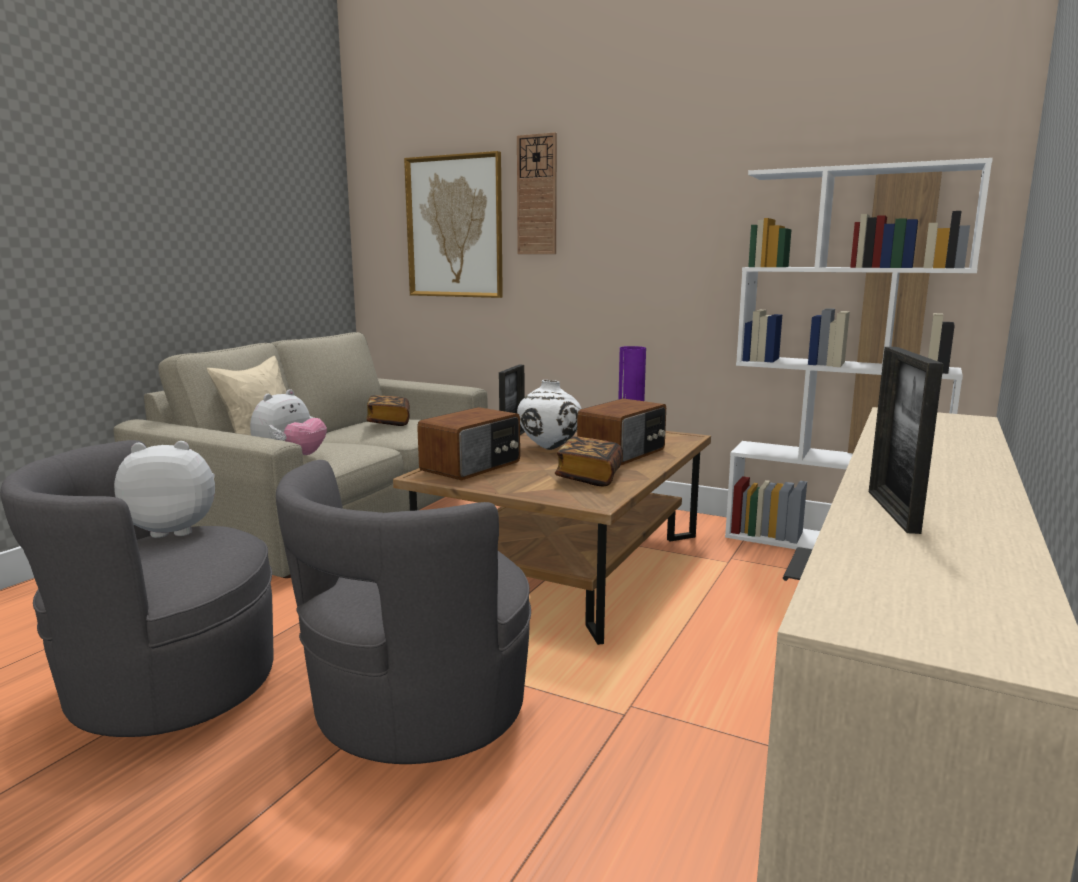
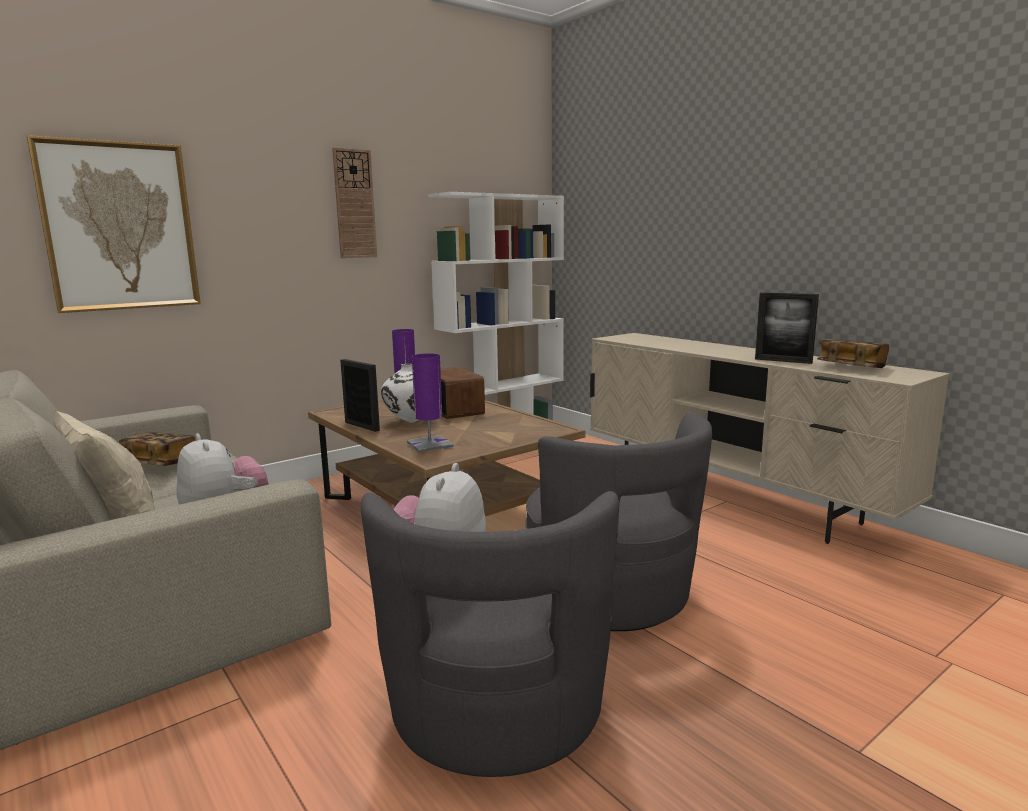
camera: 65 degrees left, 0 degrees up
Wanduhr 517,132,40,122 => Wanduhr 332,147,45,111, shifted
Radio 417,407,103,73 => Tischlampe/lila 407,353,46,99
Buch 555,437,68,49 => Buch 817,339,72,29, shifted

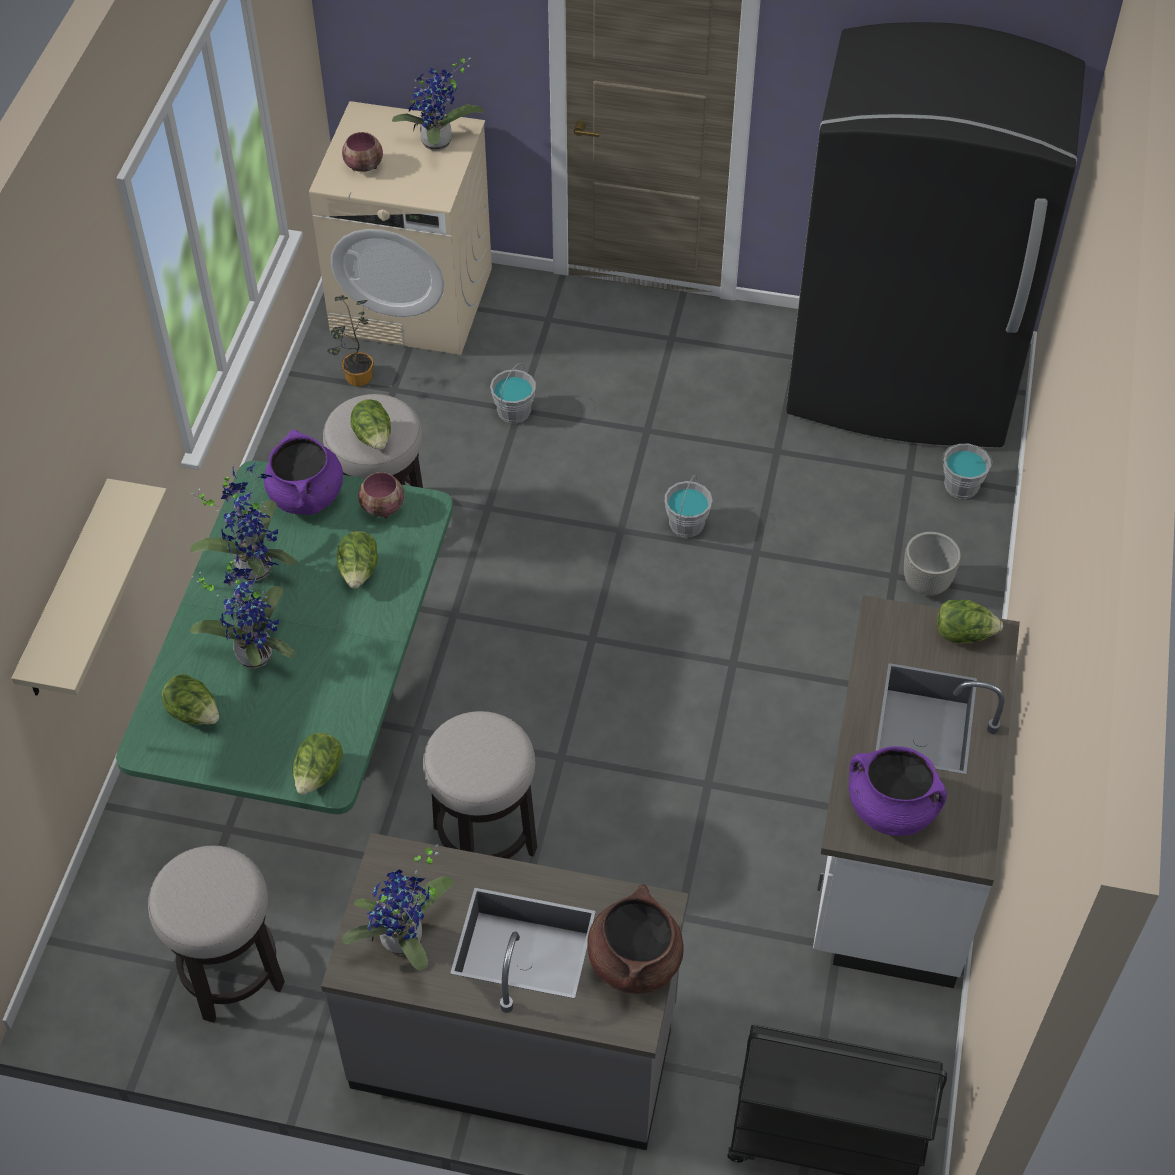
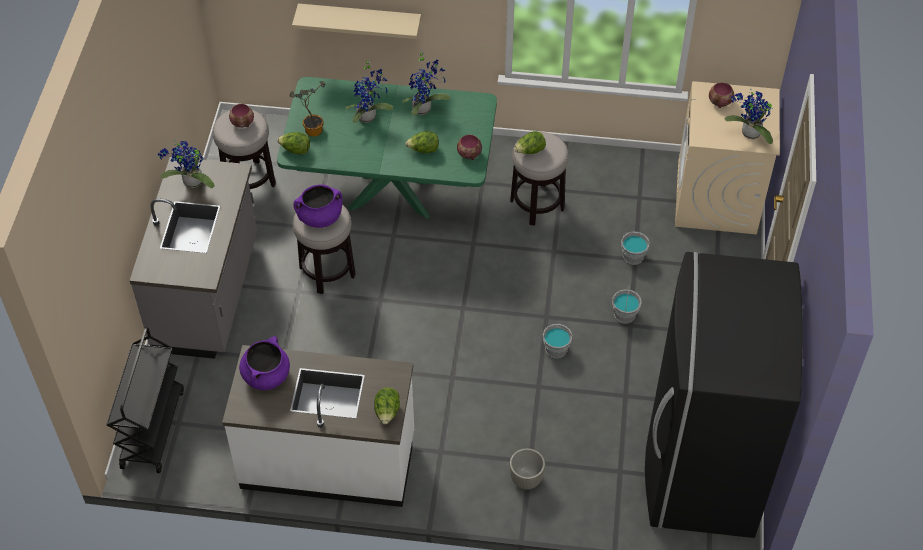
camera: 85 degrees right, 0 degrees up
Topfpflanze 327,295,47,91 => Topfpflanze 289,81,37,56, shifted
Kochtopf/lila 264,430,79,85 => Kochtopf/lila 293,185,49,43, shifted
Eimer/grau 943,444,50,55 => Eimer/grau 612,288,30,36, shifted
Salatkopf 162,674,57,51 => nothing
Kochtopf/braun 587,884,97,110 => nothing
nothing => Schüssel 229,104,25,24

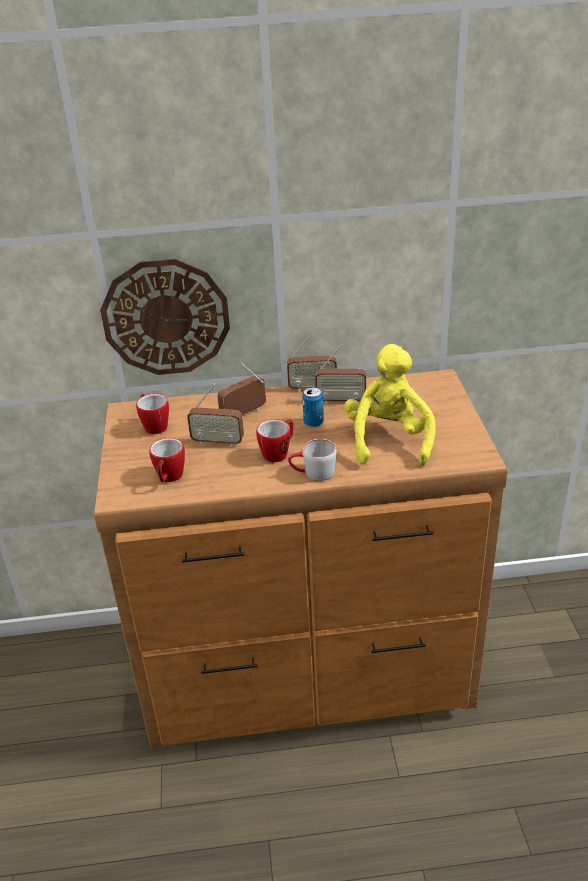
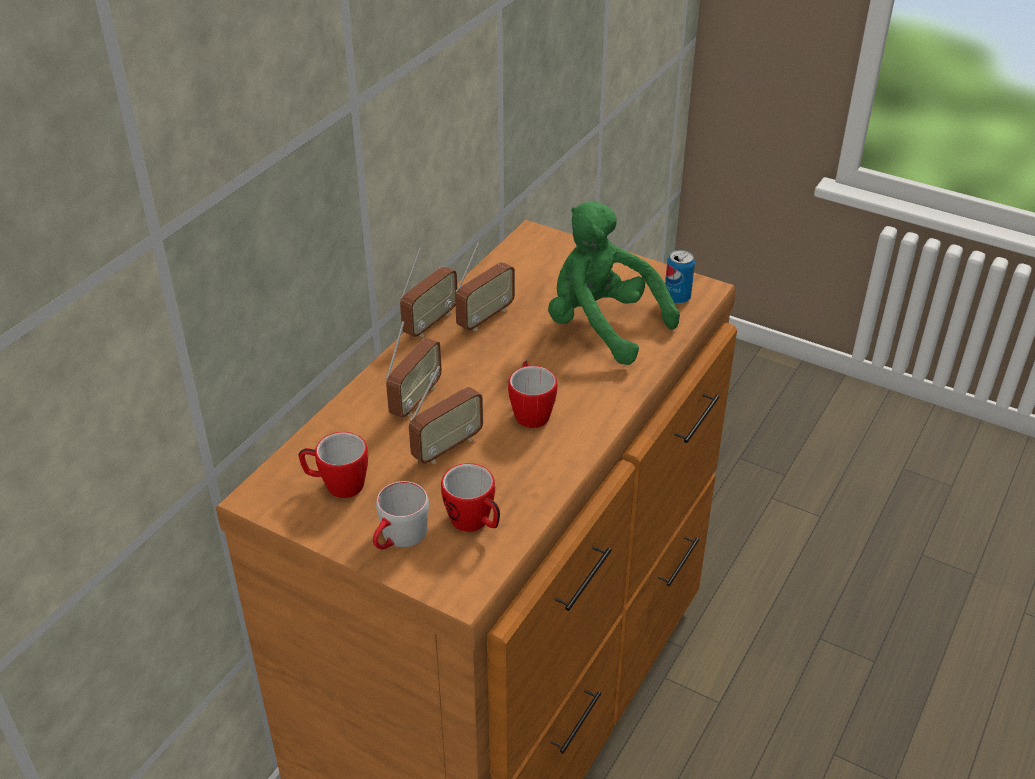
camera: 55 degrees left, 5 degrees up
Wanduhr 100,259,130,116 => nothing
Plüschtier/gelb 344,344,91,122 => Plüschtier/grün 548,202,132,163
Radio 217,363,49,52 => Radio 385,321,57,97, 150 degrees counterclockwise
Dose 302,387,22,40 => Dose 665,250,30,54, shifted
Henkelbecher/grau 288,439,49,42 => Henkelbecher/grau 373,481,56,69, shifted

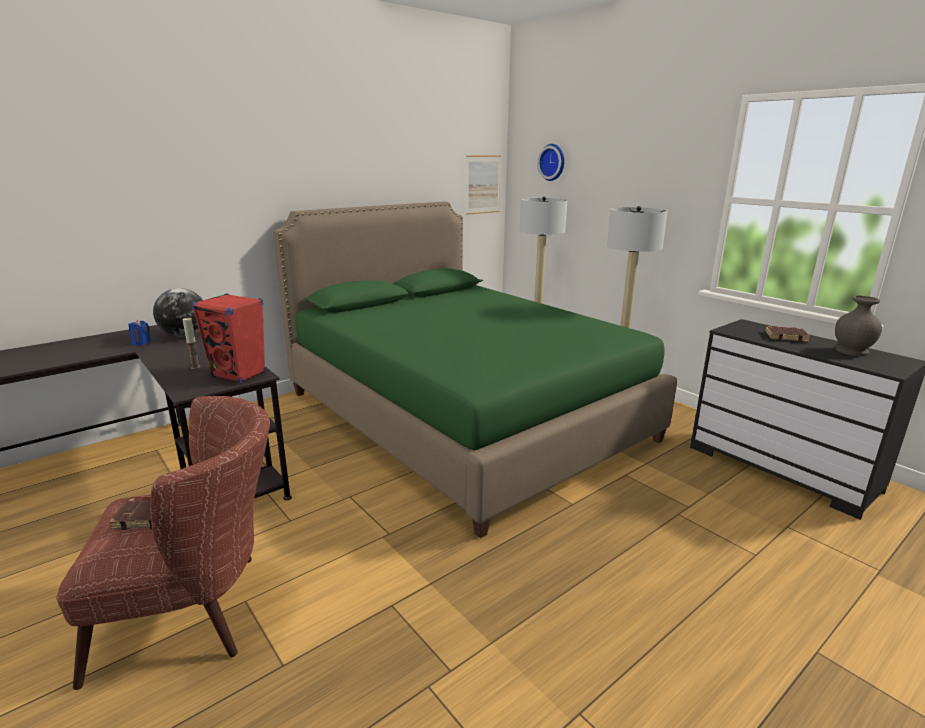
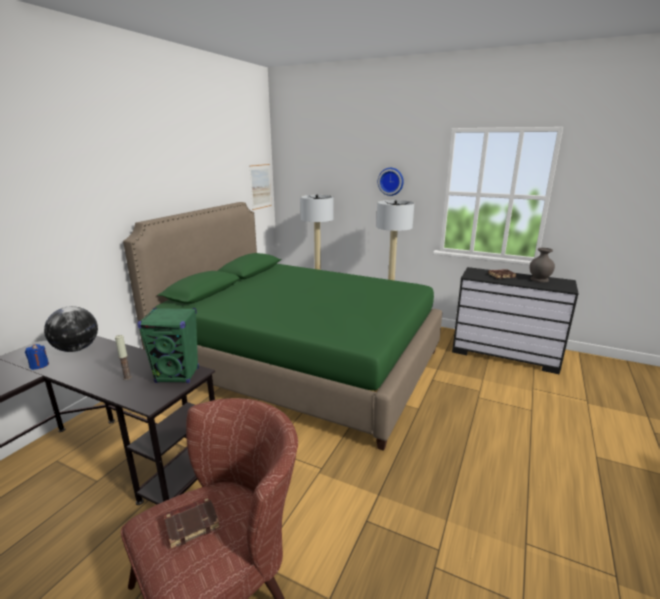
camera: 25 degrees left, 0 degrees up
Wanduhr 537,144,27,37 => Wanduhr 378,168,26,28, shifted
Lautsprecher/rot 191,293,76,90 => Lautsprecher/grün 138,308,61,75

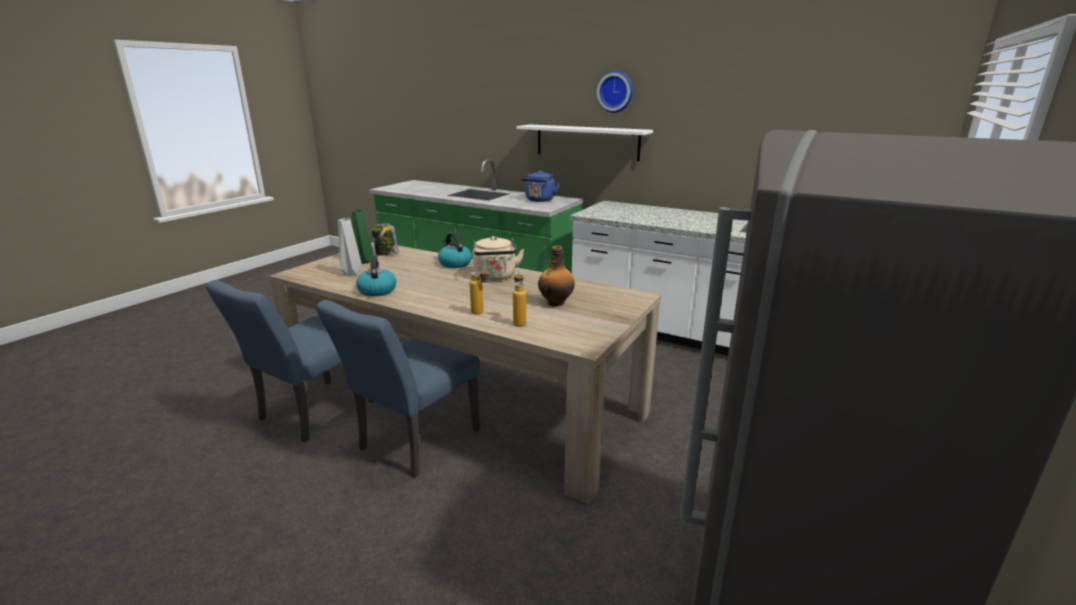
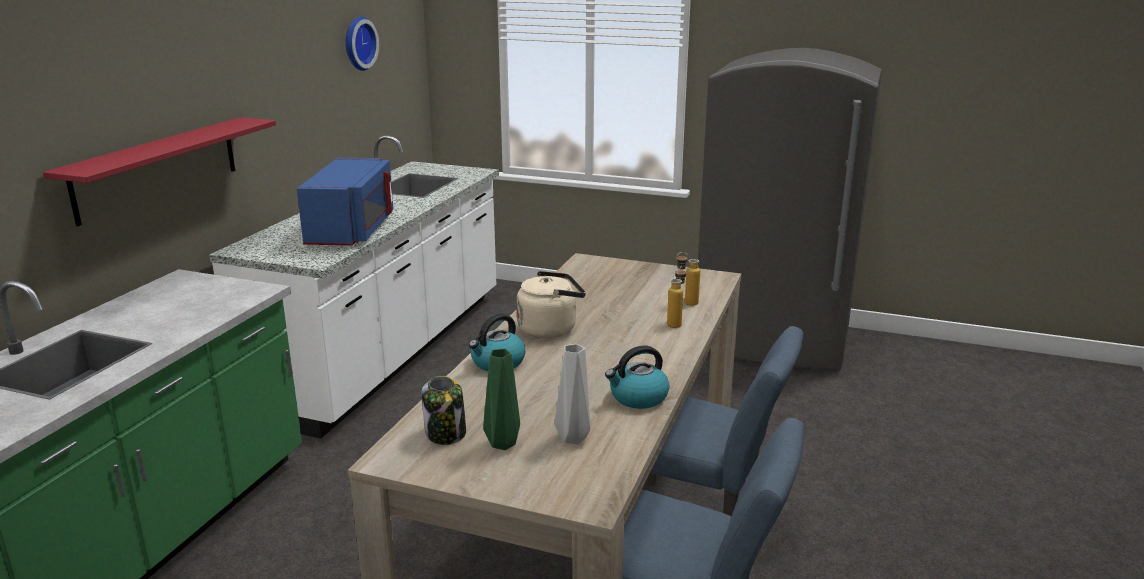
camera: 100 degrees left, 0 degrees up
Wanduhr 596,71,37,42 => Wanduhr 346,17,33,54, shifted
Wandregal/weiß 517,124,136,37 => Wandregal/rot 43,117,233,109
Wasserkessel/blau 521,171,39,31 => nothing
Flasche 538,245,37,61 => nothing
nothing => Mikrowelle/blau 297,157,97,89

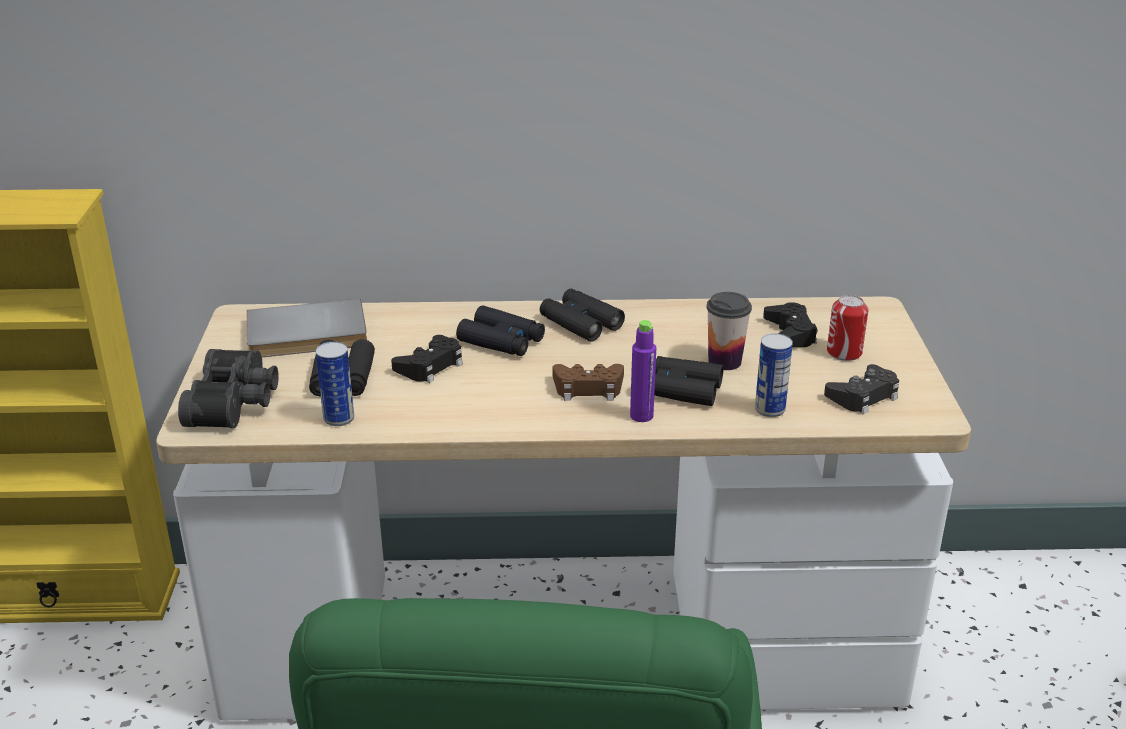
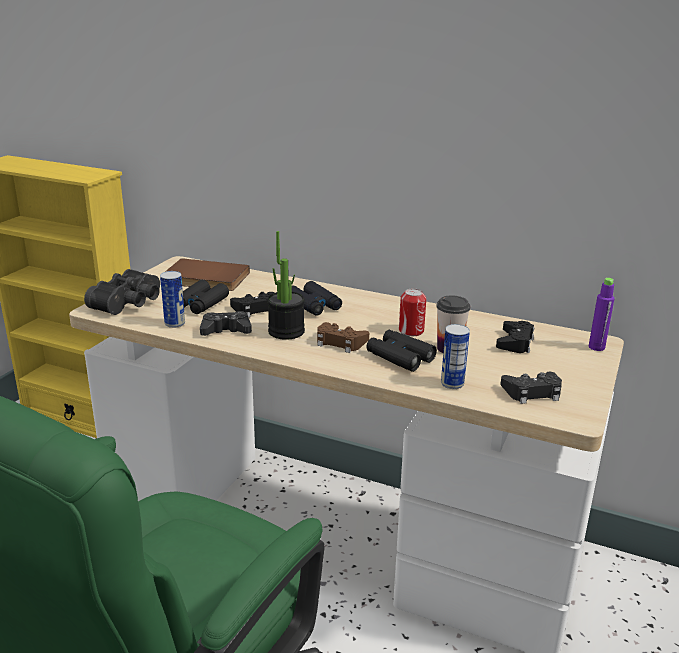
camera: 25 degrees right, 5 degrees down
Fernglas/schwarz 540,289,85,53 => nothing
Dose 827,295,41,66 => Dose 399,289,27,47, shifted
Buch/grau 247,299,120,58 => Buch/braun 165,258,85,33
Flasche/lila 630,320,26,102 => Flasche/lila 589,278,26,73, shifted
nothing => Topfpflanze 267,231,38,109
nothing => Gamepad/schwarz 200,311,52,25

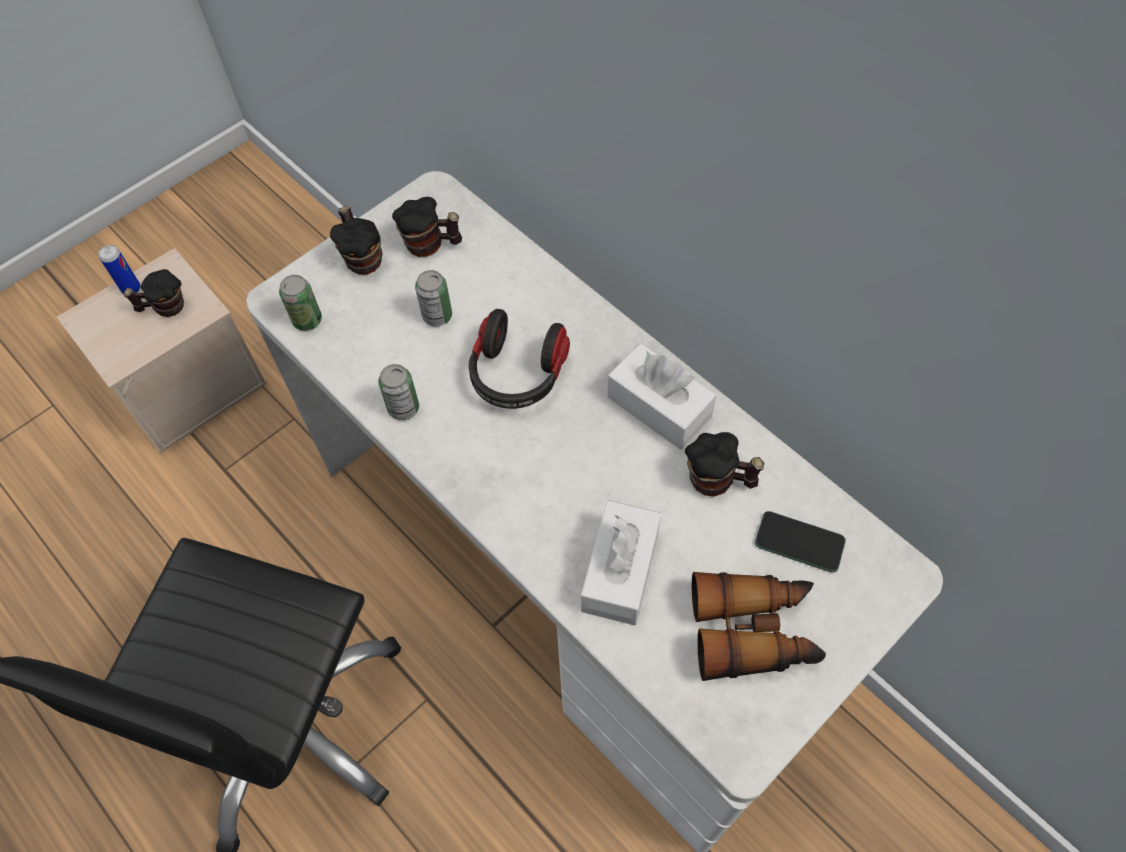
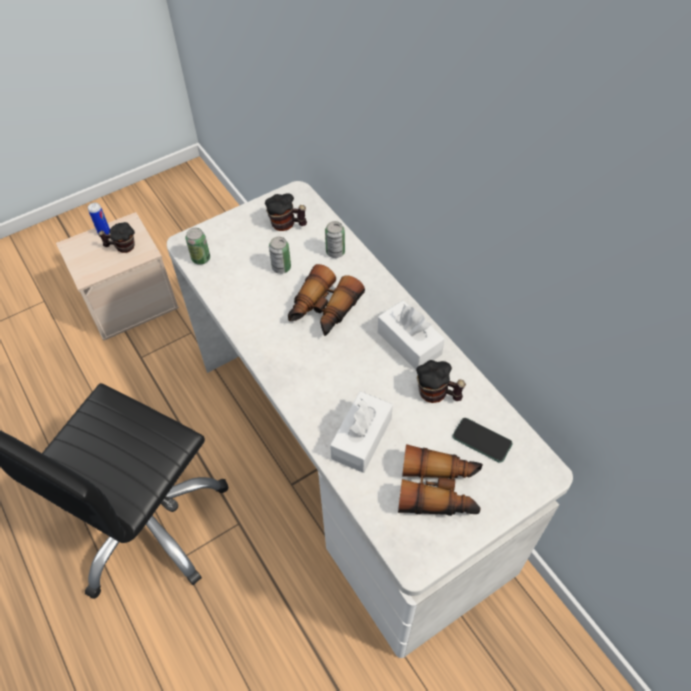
camera: 10 degrees right, 5 degrees down
Henkelbecher 330,206,53,69 => nothing
Kopfhörer 469,309,101,100 => Fernglas 288,264,77,72
Dose 378,364,41,56 => Dose 325,221,20,37, shifted

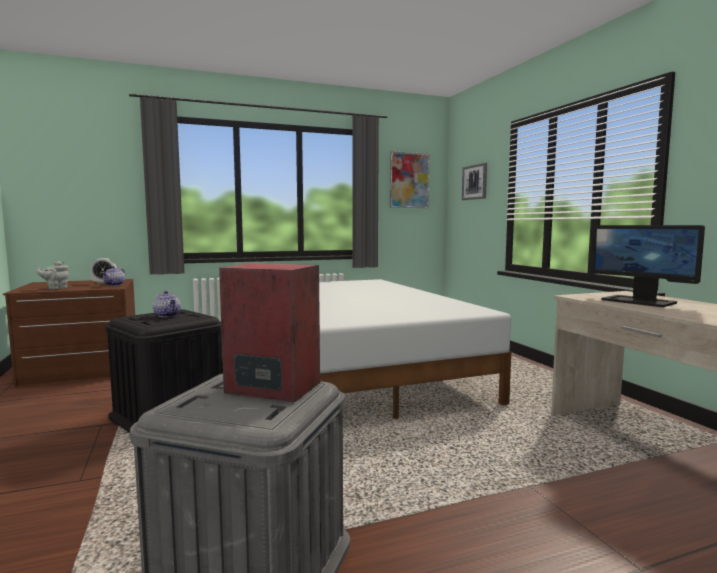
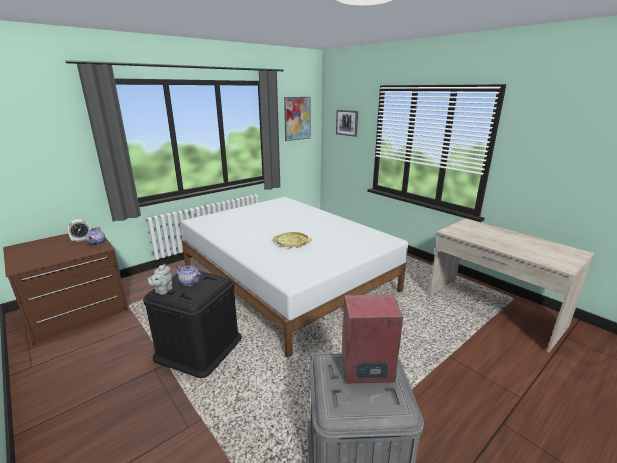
camera: 20 degrees left, 15 degrees up
Monitor 591,225,114,82 => nothing
Teekanne/grau 36,261,33,28 => Teekanne/grau 147,264,26,31, shifted
nothing => Tablett/gelb 273,232,39,16

